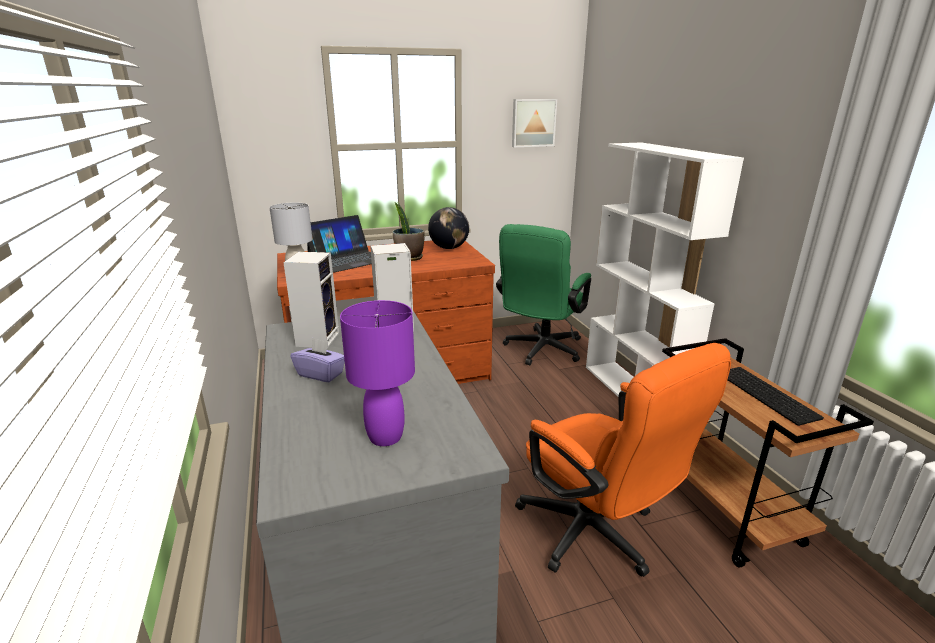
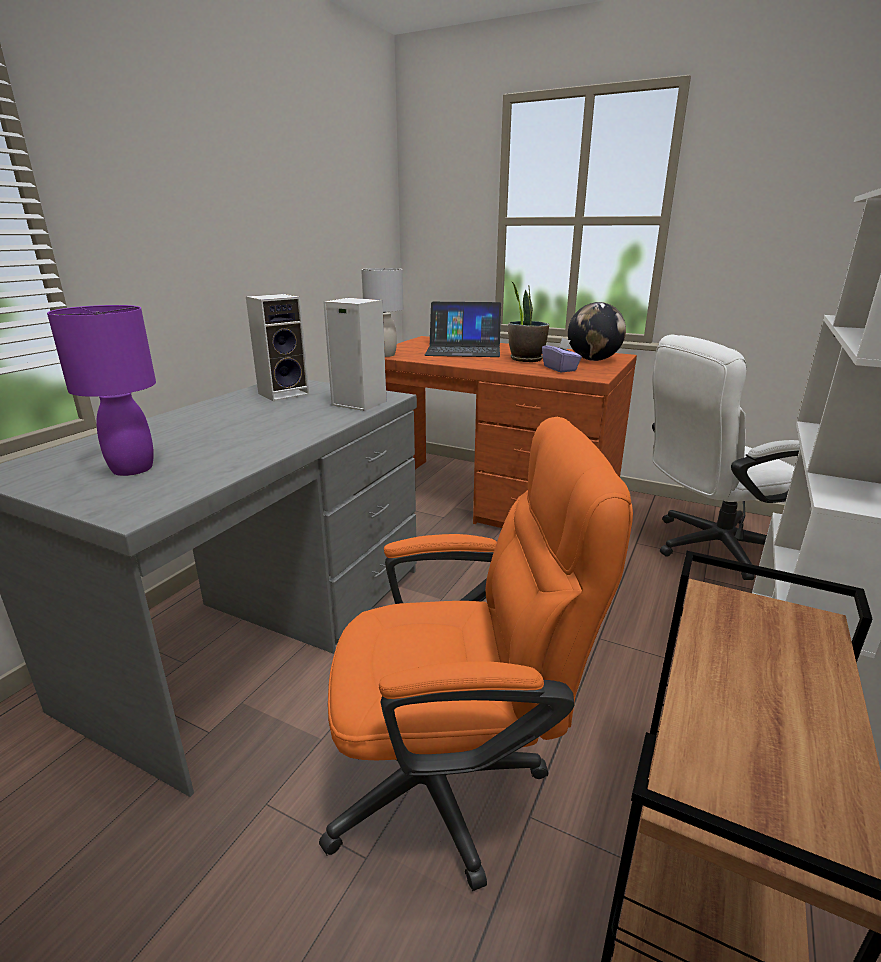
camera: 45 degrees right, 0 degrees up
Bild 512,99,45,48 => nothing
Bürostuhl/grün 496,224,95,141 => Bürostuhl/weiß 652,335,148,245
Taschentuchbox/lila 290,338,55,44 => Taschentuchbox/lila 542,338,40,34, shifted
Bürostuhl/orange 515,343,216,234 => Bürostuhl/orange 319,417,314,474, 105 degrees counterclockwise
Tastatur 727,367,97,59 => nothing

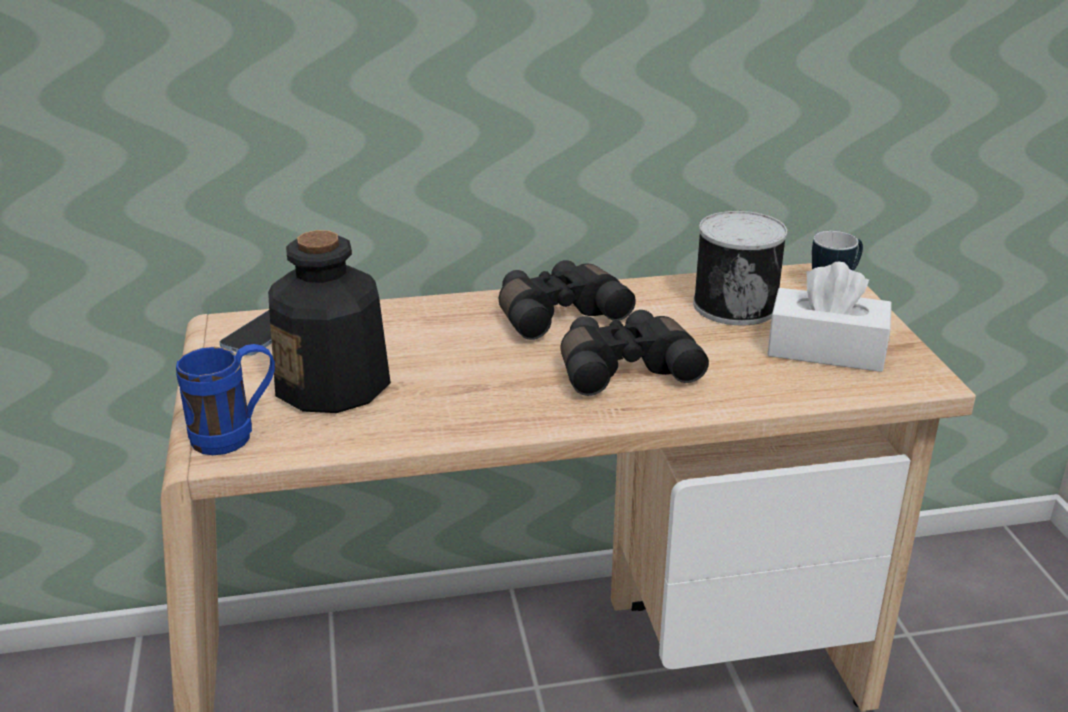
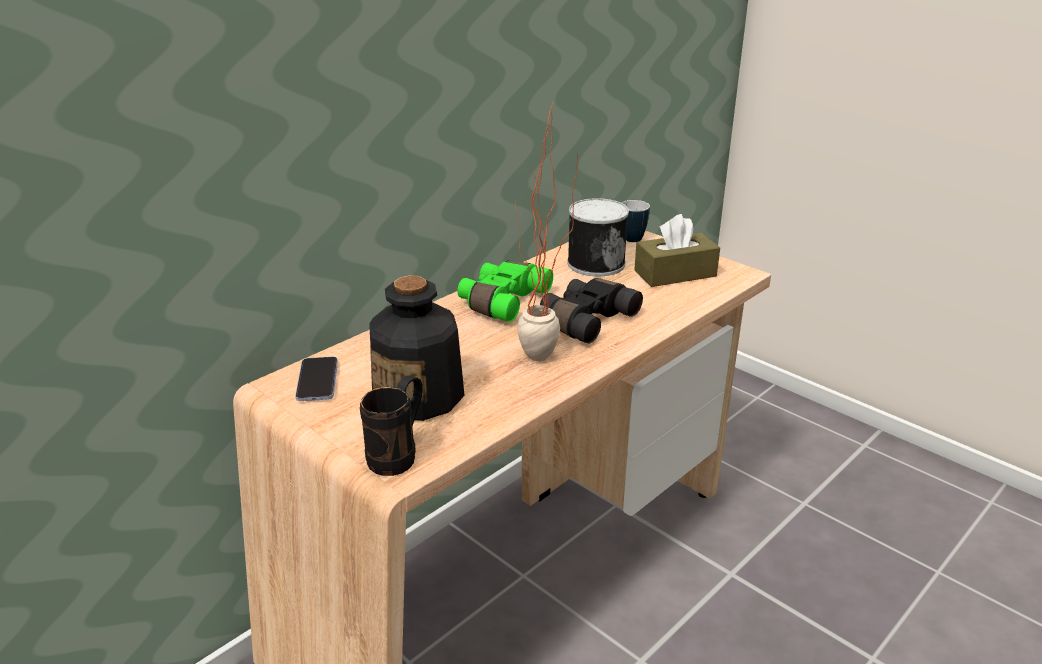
camera: 35 degrees left, 0 degrees up
Fernglas/schwarz 499,260,137,80 => Fernglas/grün 457,260,96,62
Taschentuchbox/weiß 767,262,125,110 => Taschentuchbox/braun 634,214,86,73
Henkelbecher/blau 176,344,99,111 => Henkelbecher/schwarz 360,376,62,100
nothing => Topfpflanze 515,102,63,259

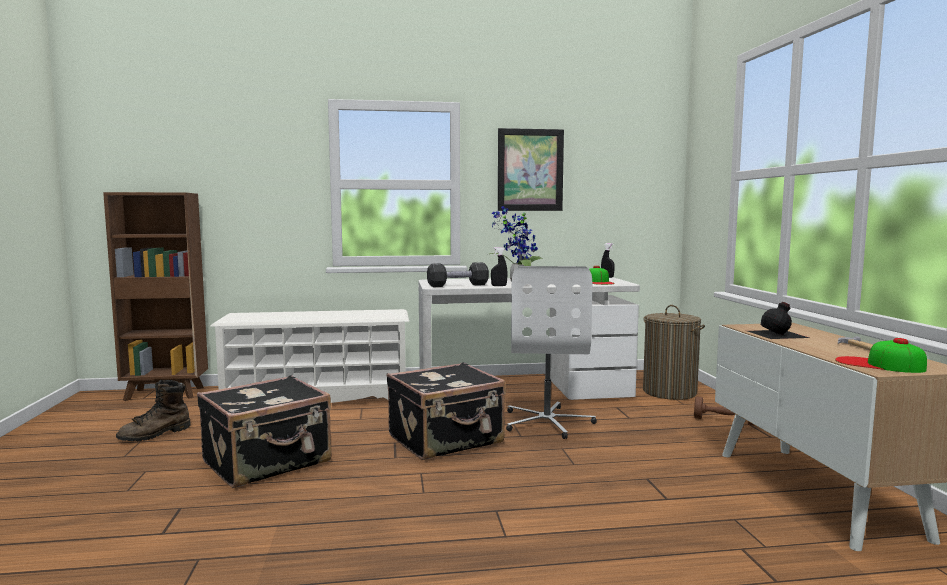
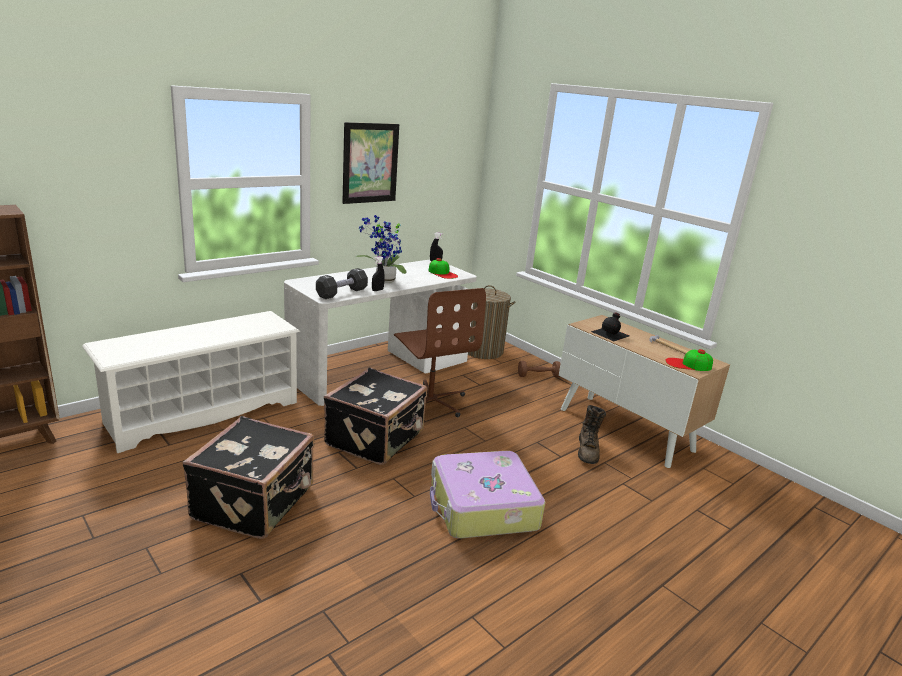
camera: 35 degrees left, 15 degrees up
Bürostuhl/weiß 506,266,91,173 => Bürostuhl/braun 394,288,92,129
Stiefel/braun 116,380,75,61 => Stiefel/braun 578,405,28,59, shifted
nothing => Koffer 430,451,115,87

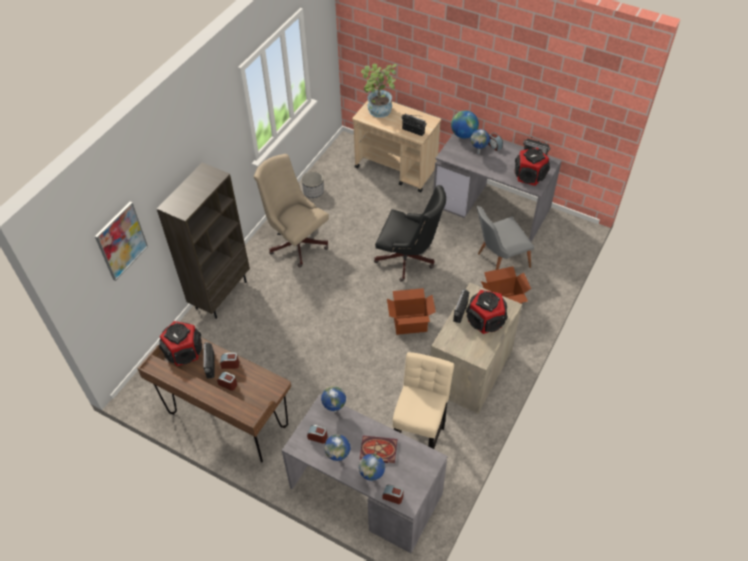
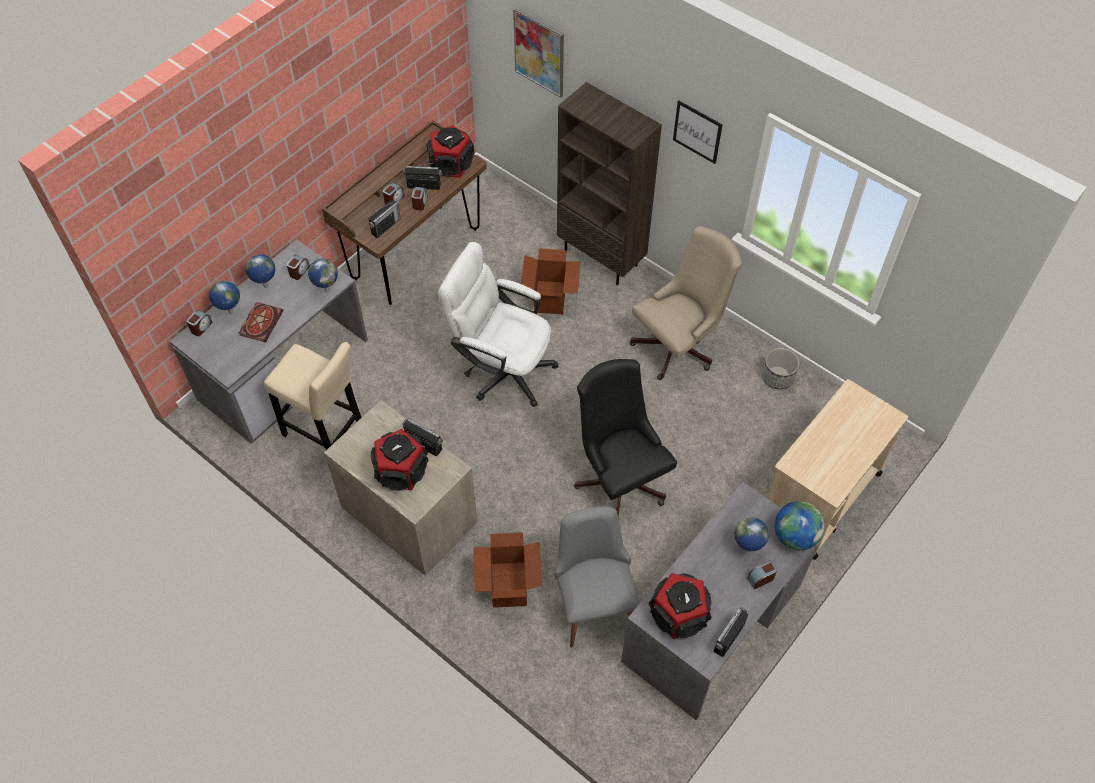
camera: 100 degrees right, 5 degrees up
Topfpflanze 361,64,36,54 => nothing
Radio 402,114,25,22 => Radio 369,200,32,39, shifted
Bürostuhl/schwarz 374,185,72,97 => Bürostuhl/schwarz 574,359,103,158, 120 degrees clockwise
Karton 387,288,49,47 => Karton 521,248,60,66, shifted
nothing => Bild 673,101,49,63
nothing => Bürostuhl/weiß 438,242,121,165

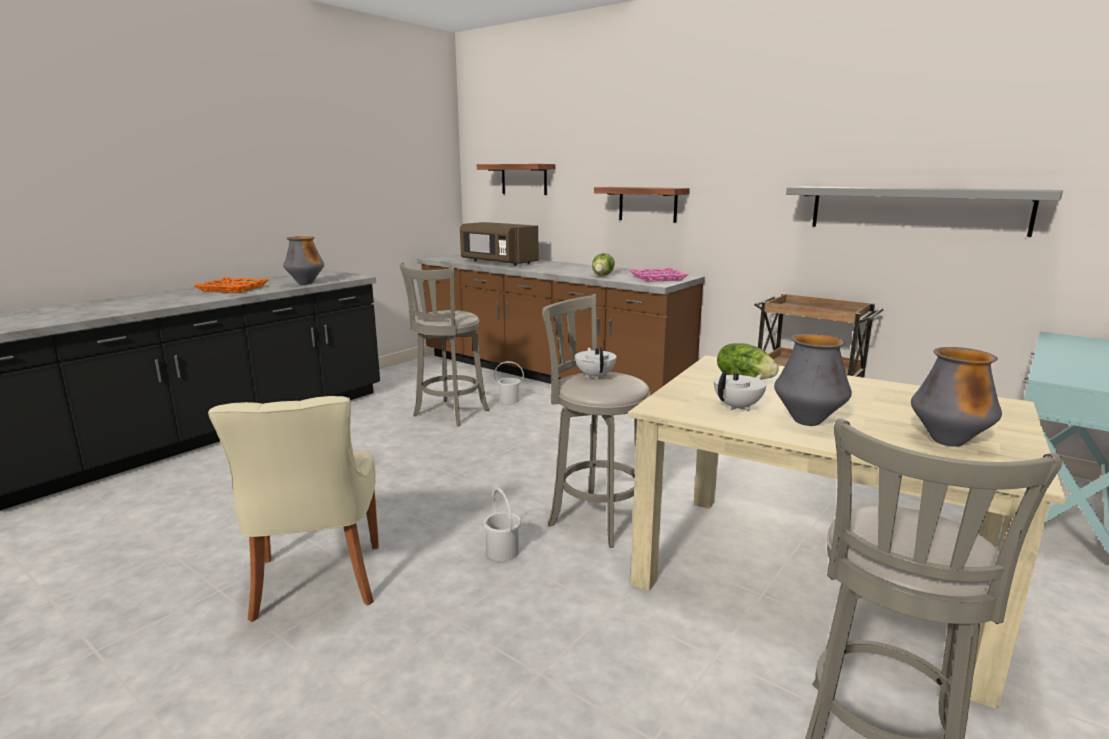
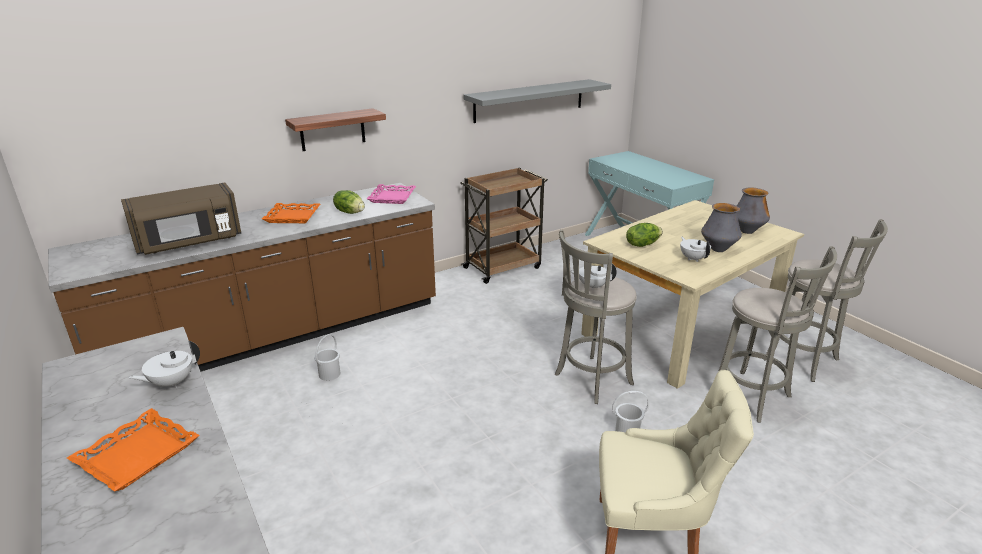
camera: 70 degrees left, 10 degrees up
Wandregal 477,164,78,31 => nothing
Vase 283,236,41,49 => Teekanne/weiß 128,341,72,47
Hocker/grau 400,263,89,163 => Hocker/grau 718,246,119,177, shifted
nothing => Tablett/orange 262,203,58,20

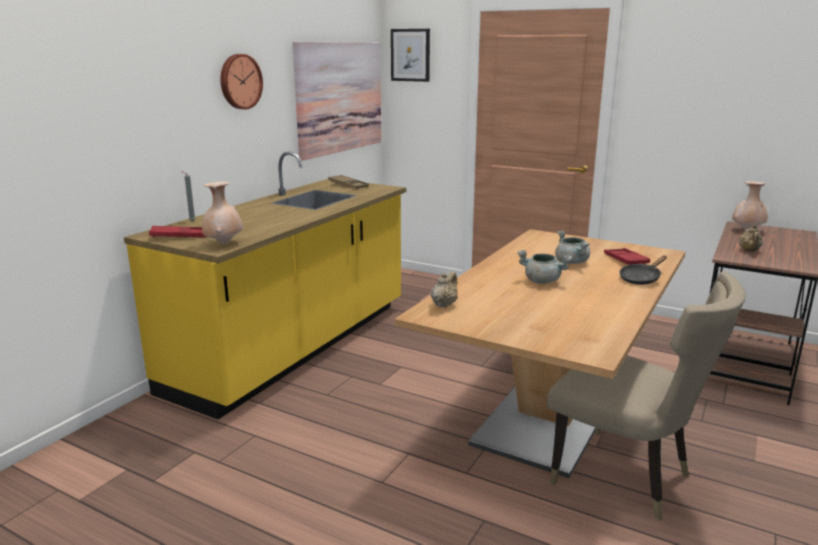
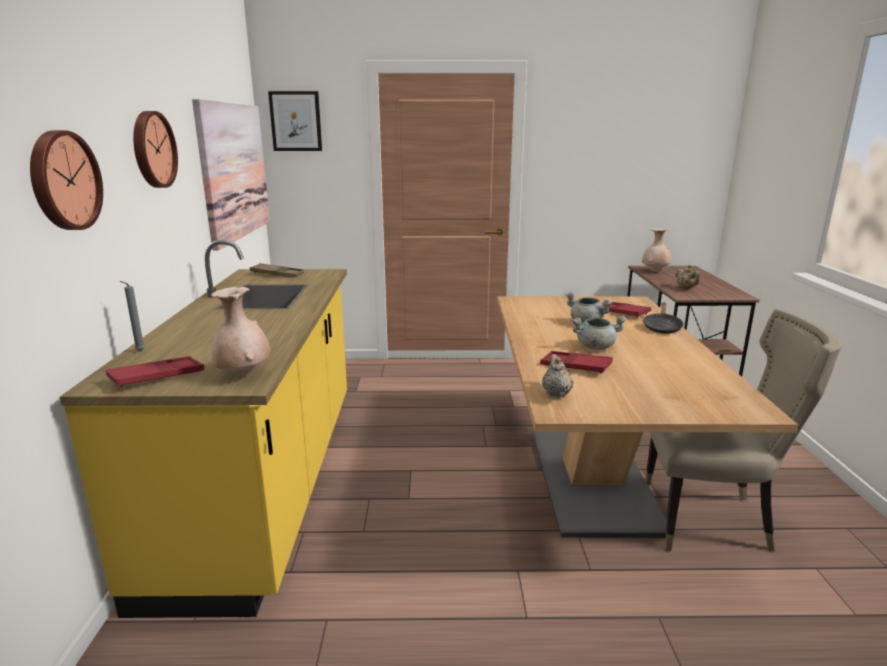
camera: 30 degrees left, 0 degrees up
nothing => Wanduhr 30,130,73,100
nothing => Tablett/rot 540,351,73,22

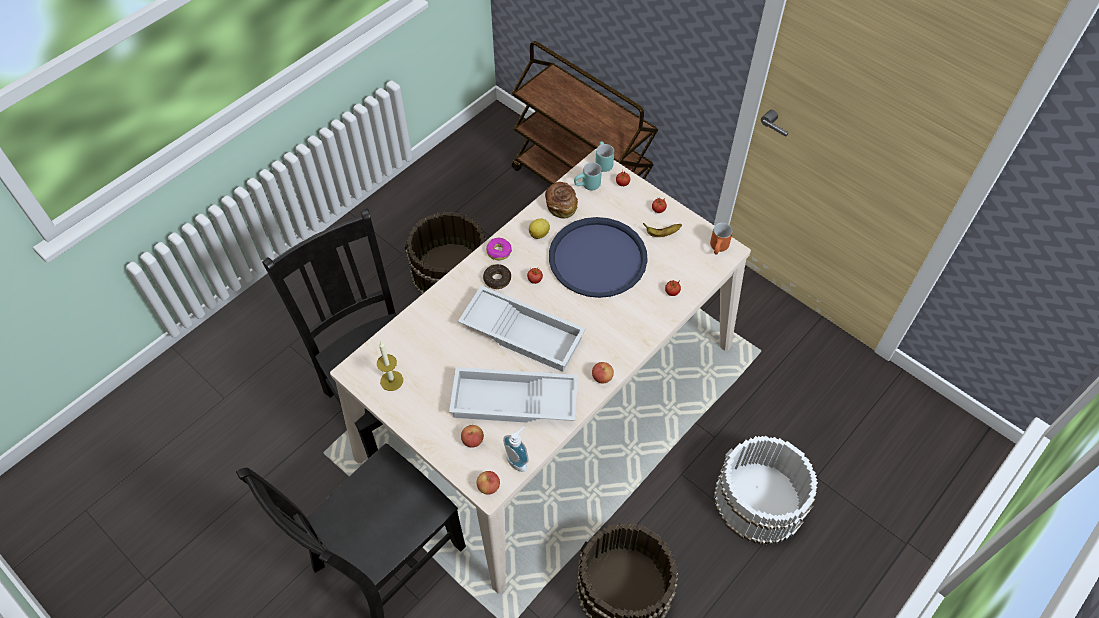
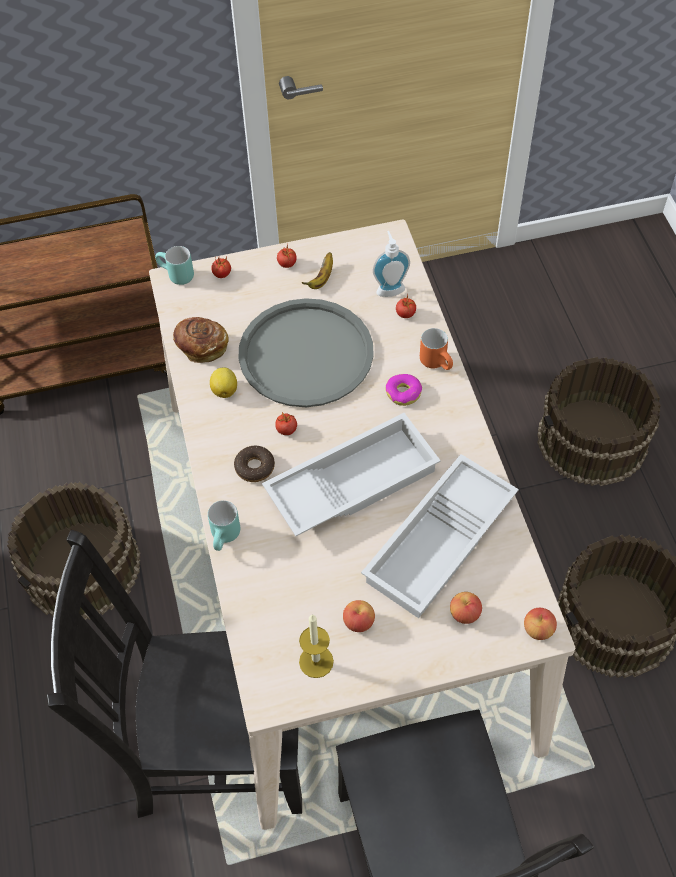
camera: 55 degrees left, 0 degrees up
Henkelbecher/türkis 574,162,28,28 => Henkelbecher/türkis 208,500,32,51, shifted
Tablett/blau 549,217,99,81 => Tablett/grau 238,298,136,109
Henkelbecher/orange 710,223,23,32 => Henkelbecher/orange 420,328,33,42, shifted
Donut 486,238,26,22 => Donut 386,374,36,32, shifted
Apfel 592,362,22,22 => Apfel 343,600,32,32, shifted
Seifenspender 503,427,26,45 => Seifenspender 373,231,37,66, shifted
Eimer/weiß 714,436,104,109 => Eimer/braun 537,357,124,129

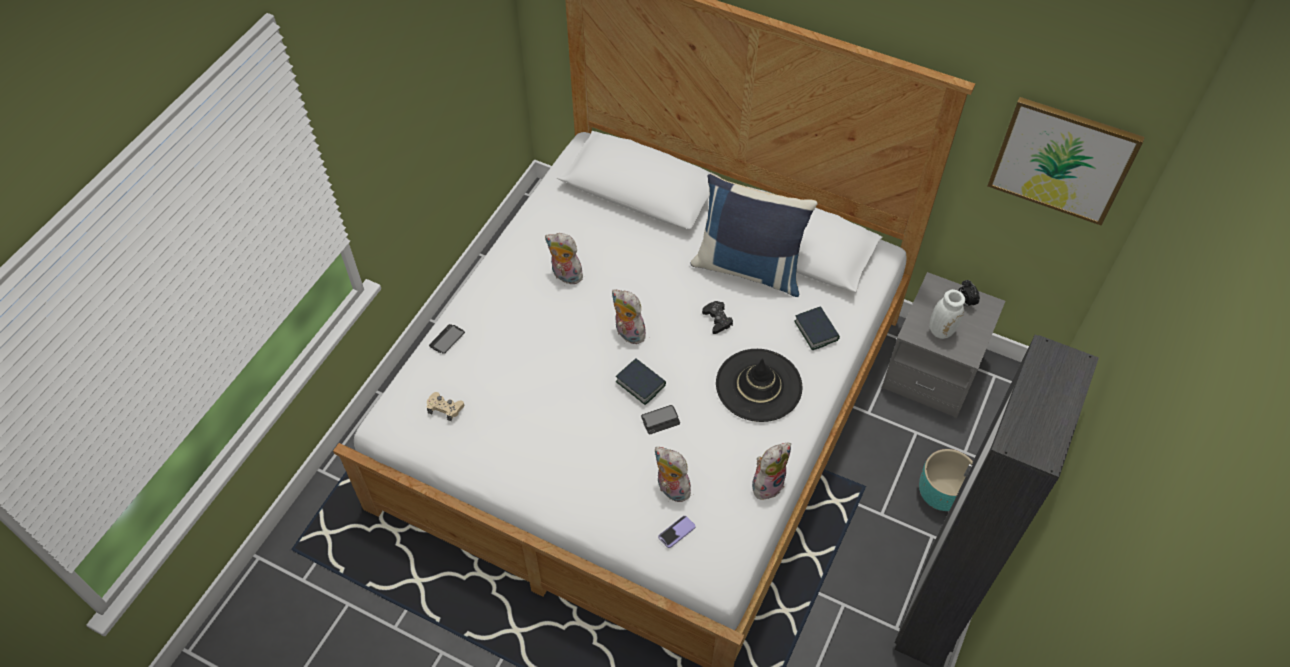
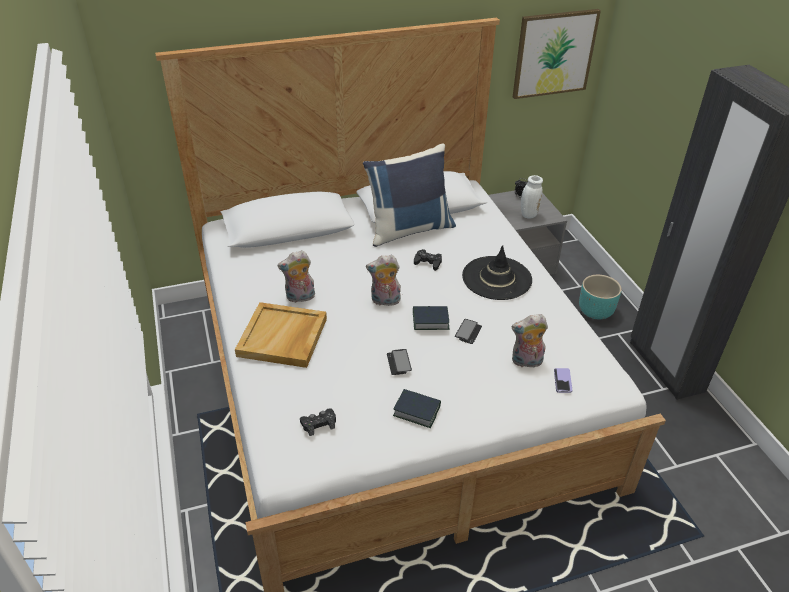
camera: 45 degrees left, 15 degrees down
Buch 794,306,46,44 => Buch 393,389,48,39, shifted
Handy 429,324,36,30 => Handy 387,349,25,26, shifted
Gamepad/beige 427,392,37,29 => Gamepad/schwarz 300,408,36,28
Plüschtier 752,442,39,58 => nothing
nothing => Tablett/beige 235,302,92,66

